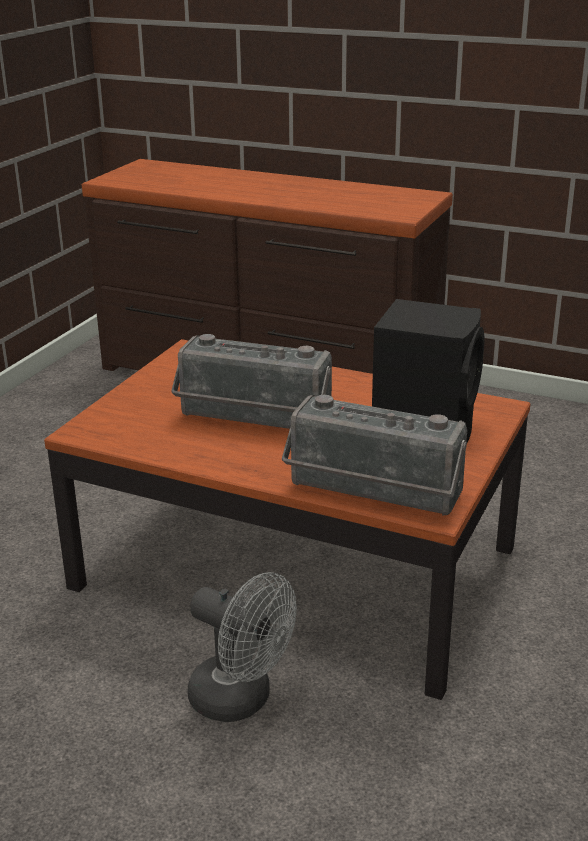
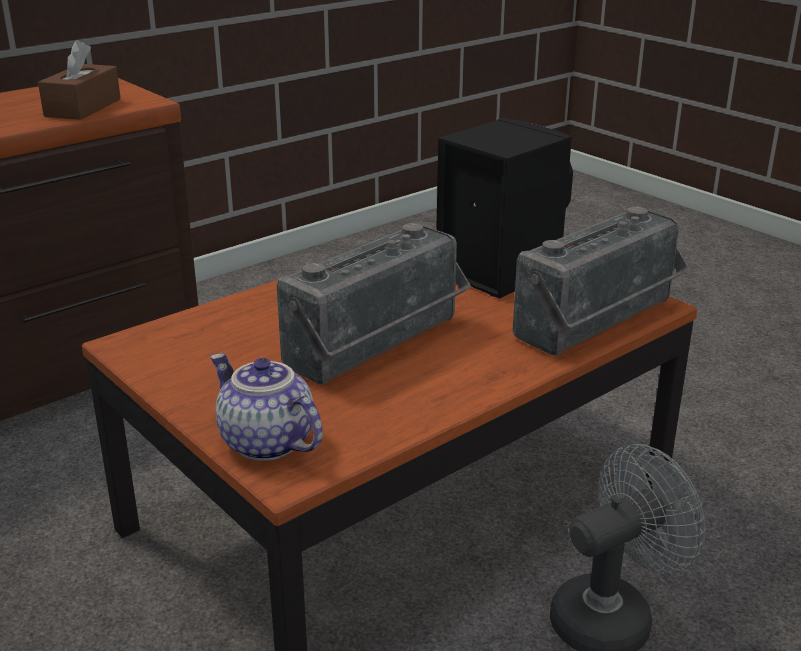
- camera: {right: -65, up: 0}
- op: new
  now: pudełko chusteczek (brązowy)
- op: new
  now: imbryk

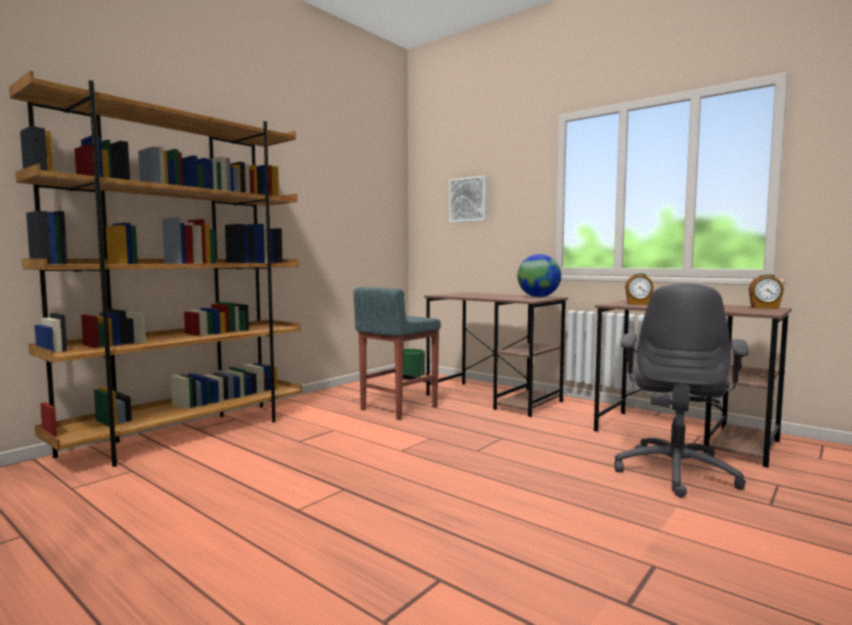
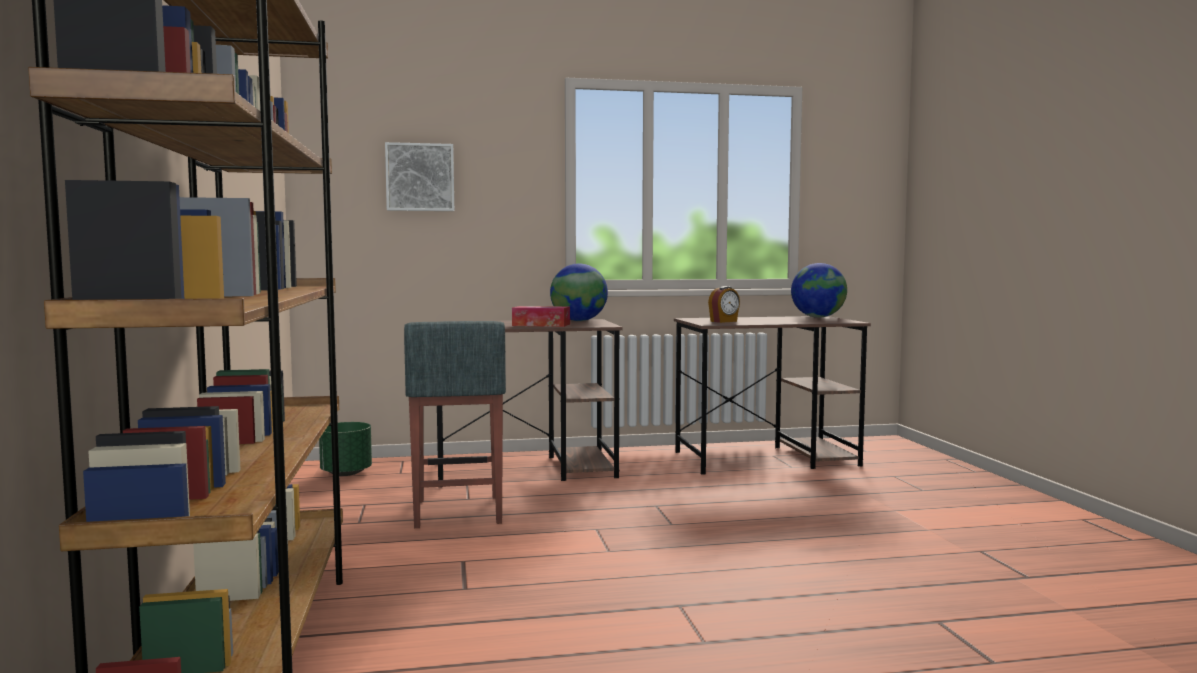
- camera: {right: -50, up: 0}
- op: gone
  was: krzesło biurowe (szary)
- op: new
  now: pudełko chusteczek
- op: swapped
  was: budzik (no. 2 from left)
  now: globus (no. 2 from left)

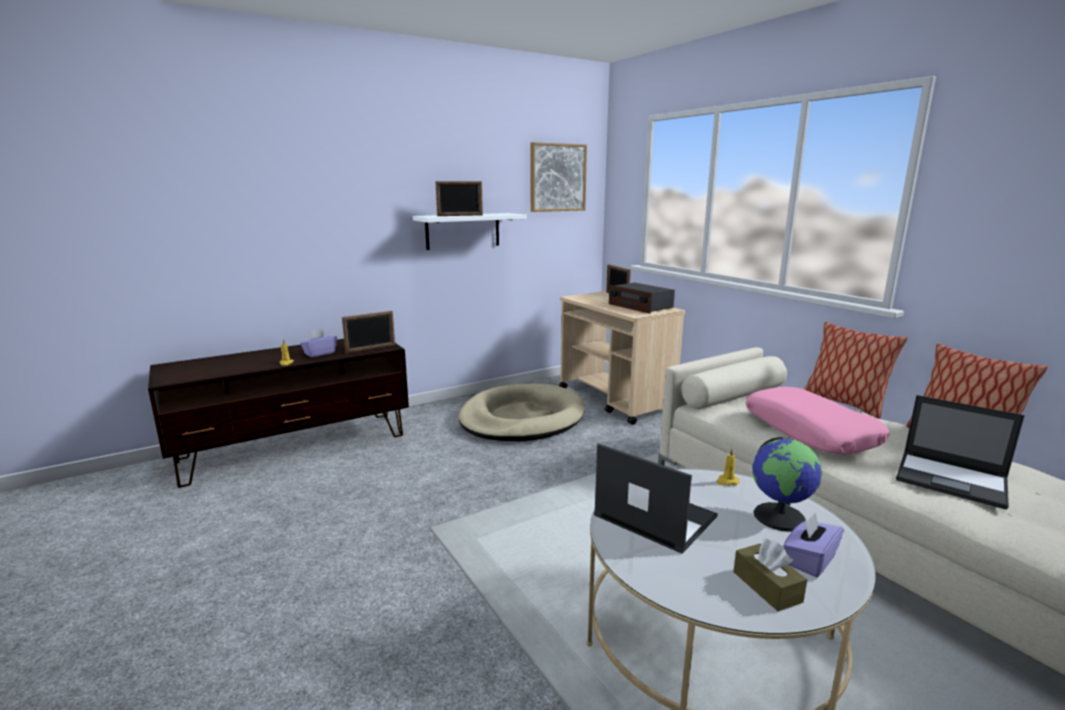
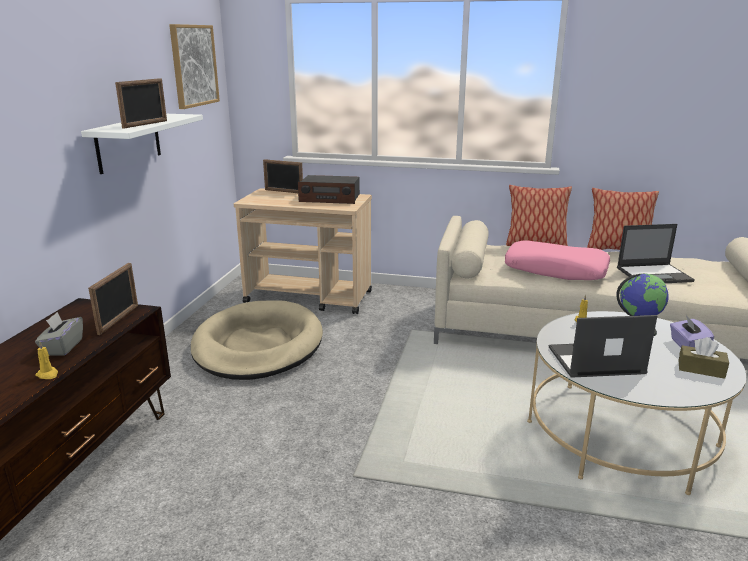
- camera: {right: -45, up: 5}
- op: repainted
  was: pudełko chusteczek (fioletowy) (no. 1 from left)
  now: pudełko chusteczek (szary)

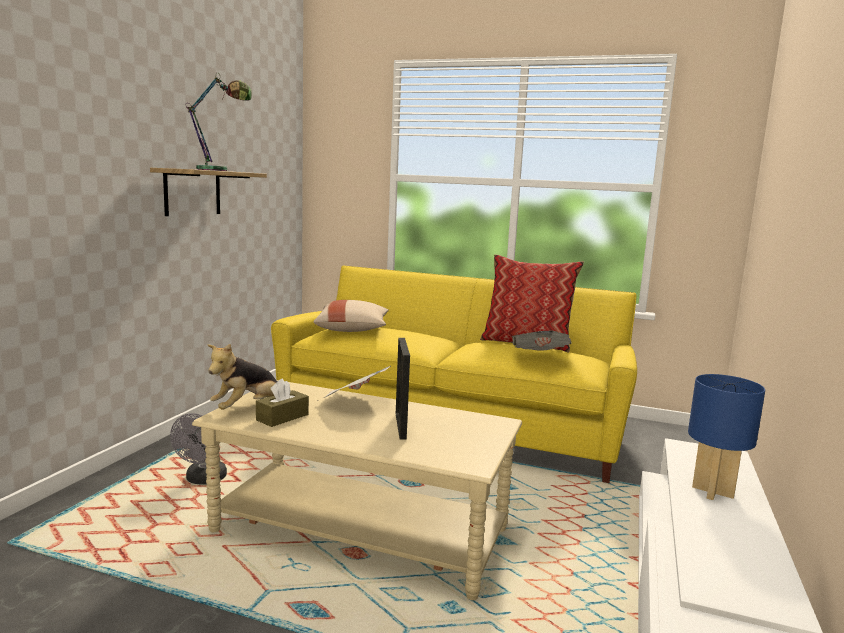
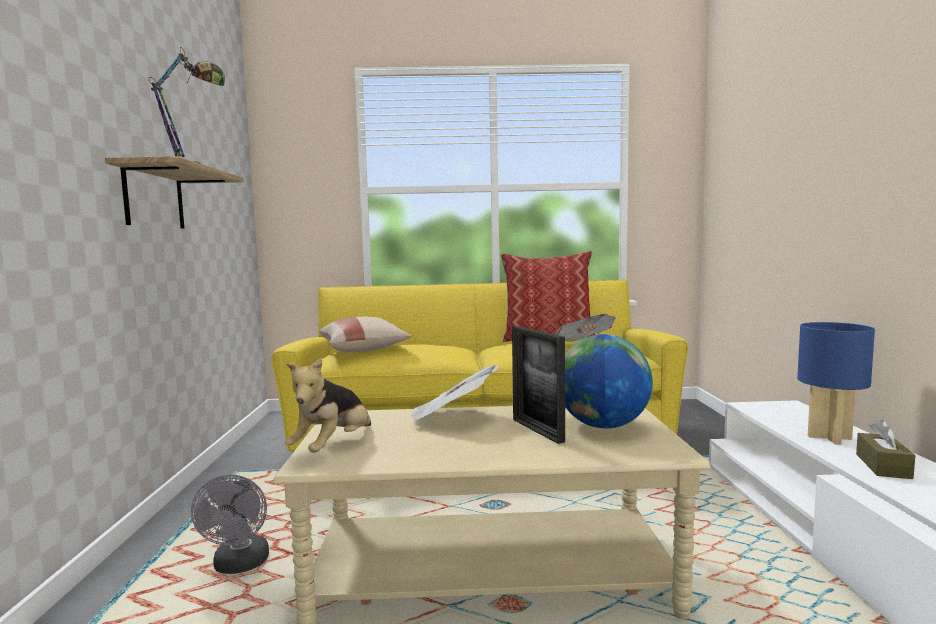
- camera: {right: -20, up: -5}
- op: new
  now: globus
- op: shifted
  was: pudełko chusteczek (brązowy)

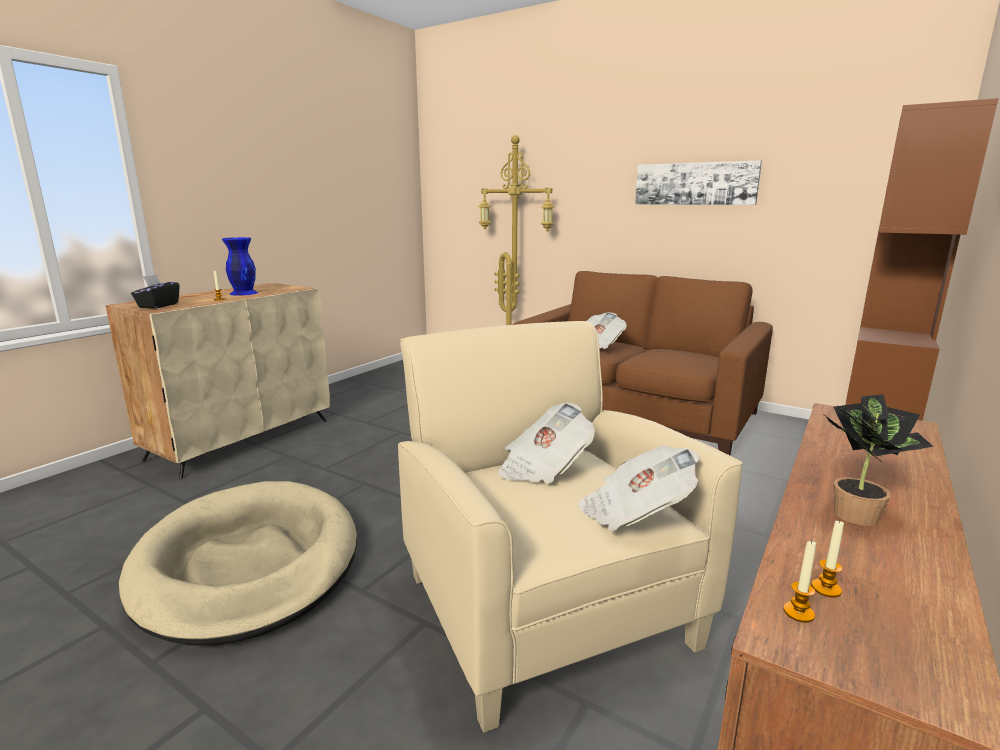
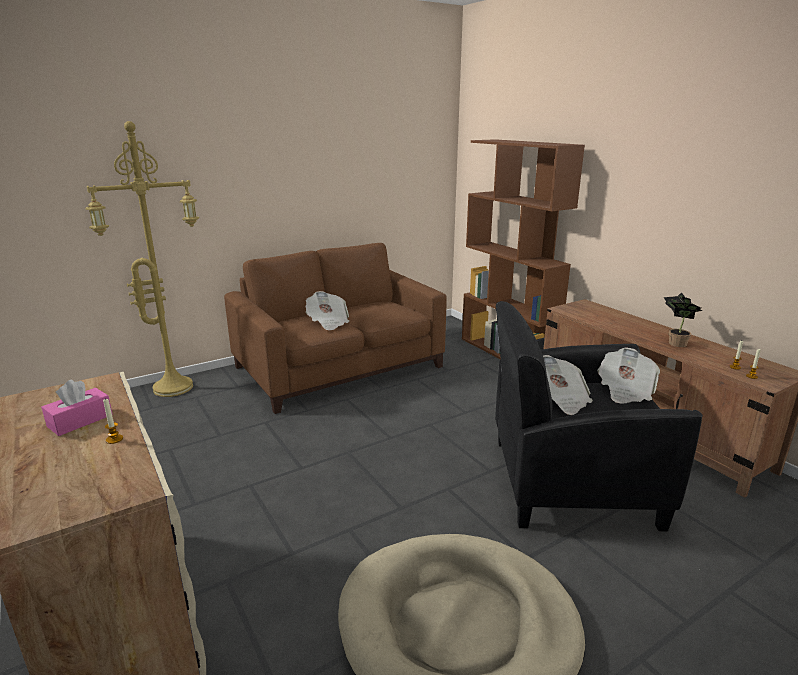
- camera: {right: -65, up: 5}
- op: gone
  was: pudełko chusteczek (czarny)
- op: gone
  was: obraz
- op: swapped
  was: wazon (niebieski)
  now: pudełko chusteczek (różowy)
- op: repainted
  was: fotel (beżowy)
  now: fotel (czarny)

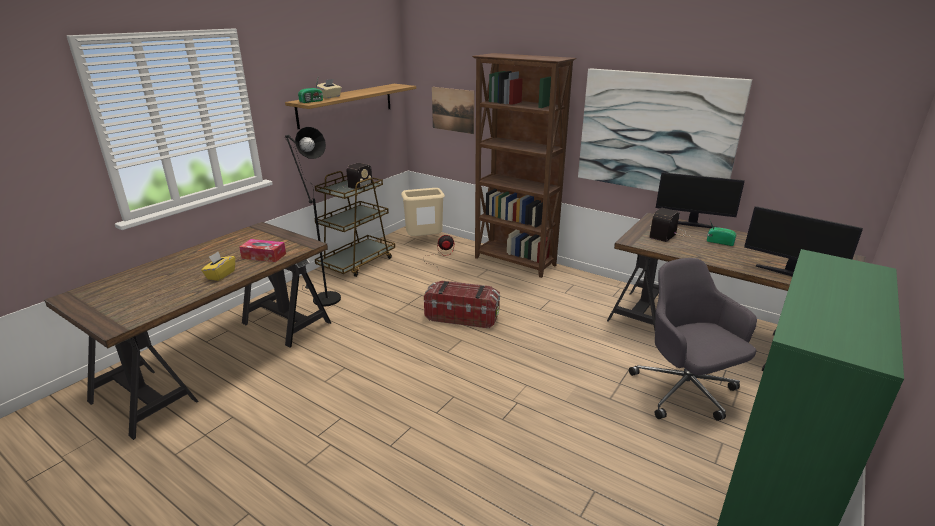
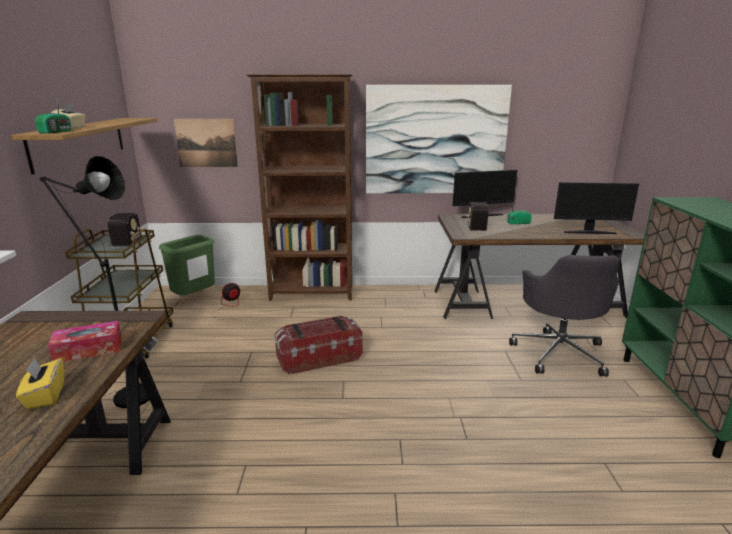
- camera: {right: -35, up: -5}
- op: repainted
  was: kosz na śmieci (beżowy)
  now: kosz na śmieci (zielony)
- op: rotated
  was: krzesło biurowe (szary)
  clockwise: -120

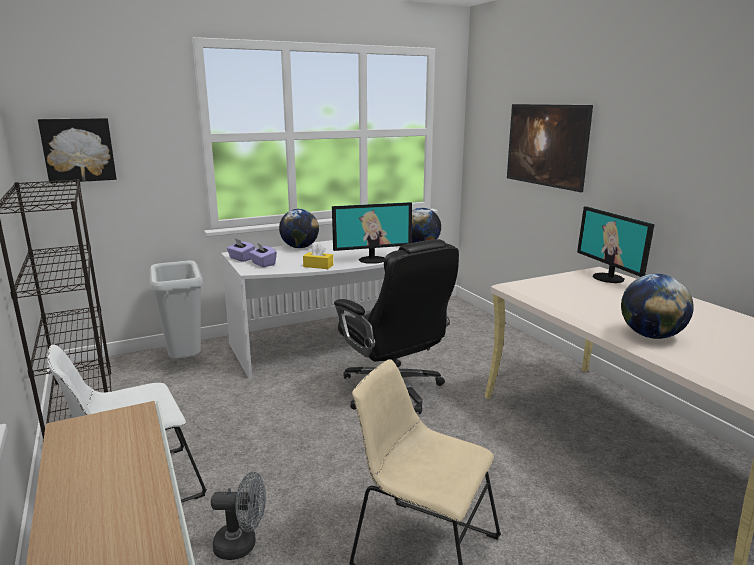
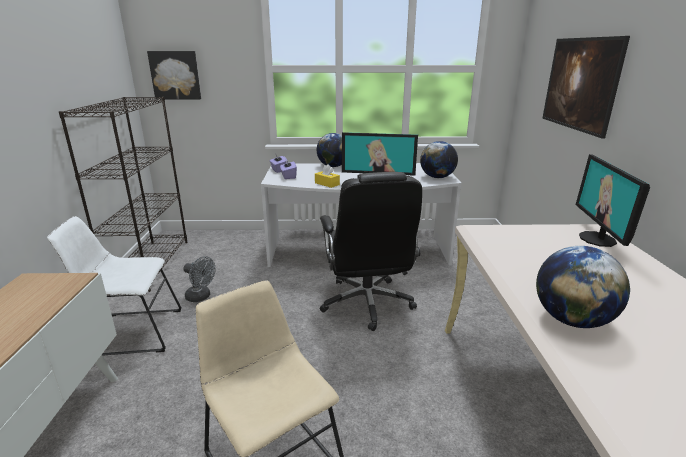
- camera: {right: 25, up: 5}
- op: gone
  was: kosz na śmieci (szary)
- op: shifted
  was: wentylator (szary)

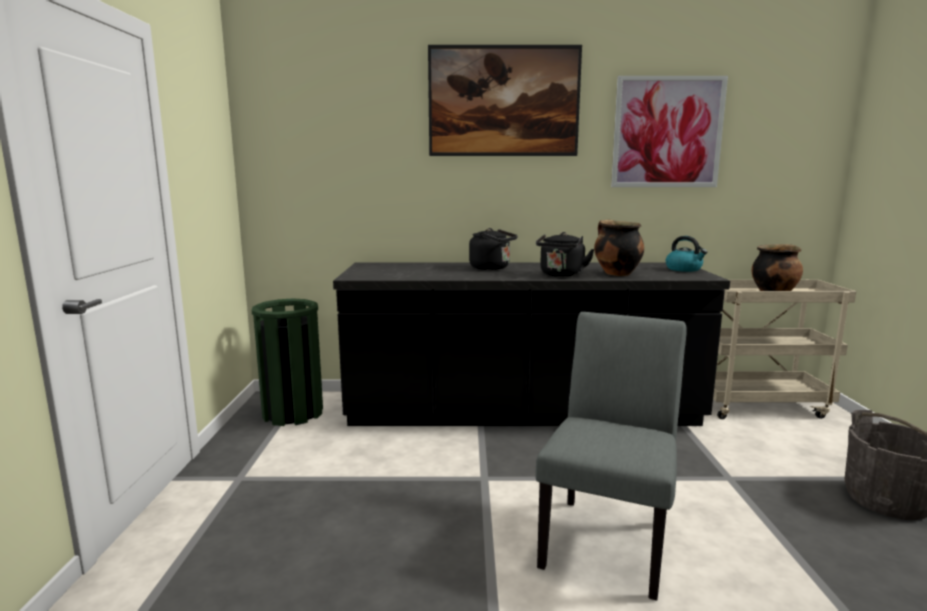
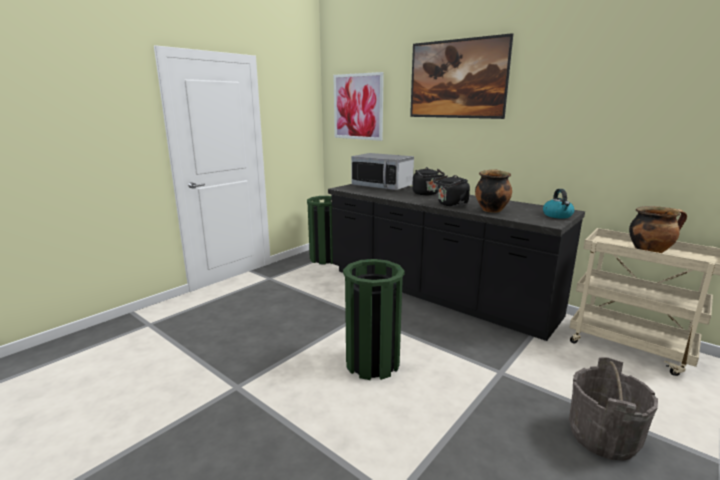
- camera: {right: 40, up: 5}
- op: new
  now: mikrofalówka
- op: shifted
  was: obraz (no. 2 from left in the first image)
  now: obraz (no. 1 from left)
- op: swapped
  was: krzesło (szary)
  now: kosz na śmieci (zielony) (no. 2 from left)

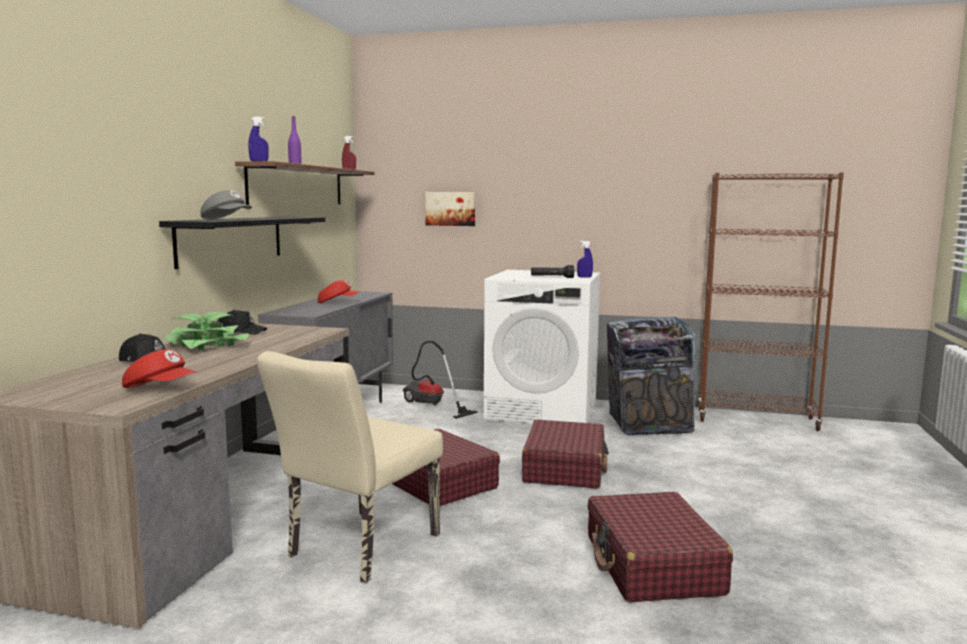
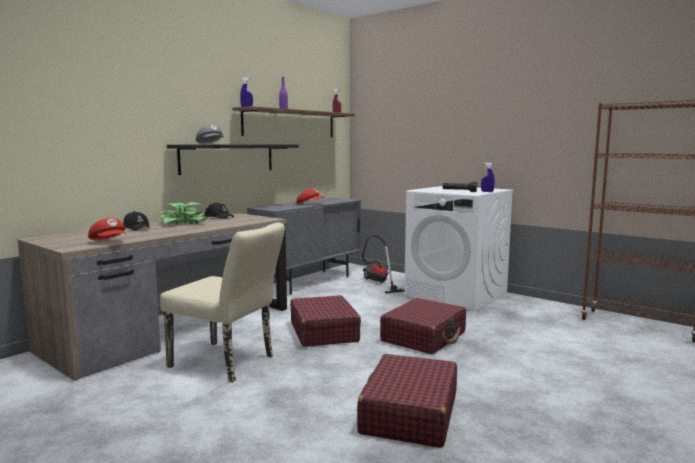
- camera: {right: 25, up: 0}
- op: gone
  was: obraz
- op: gone
  was: kosz na śmieci
- op: rotated
  was: krzesło (beżowy)
  clockwise: -120

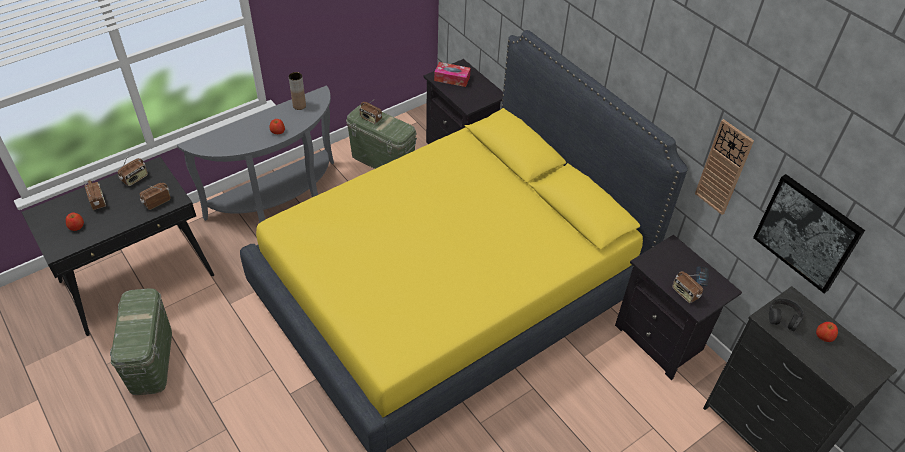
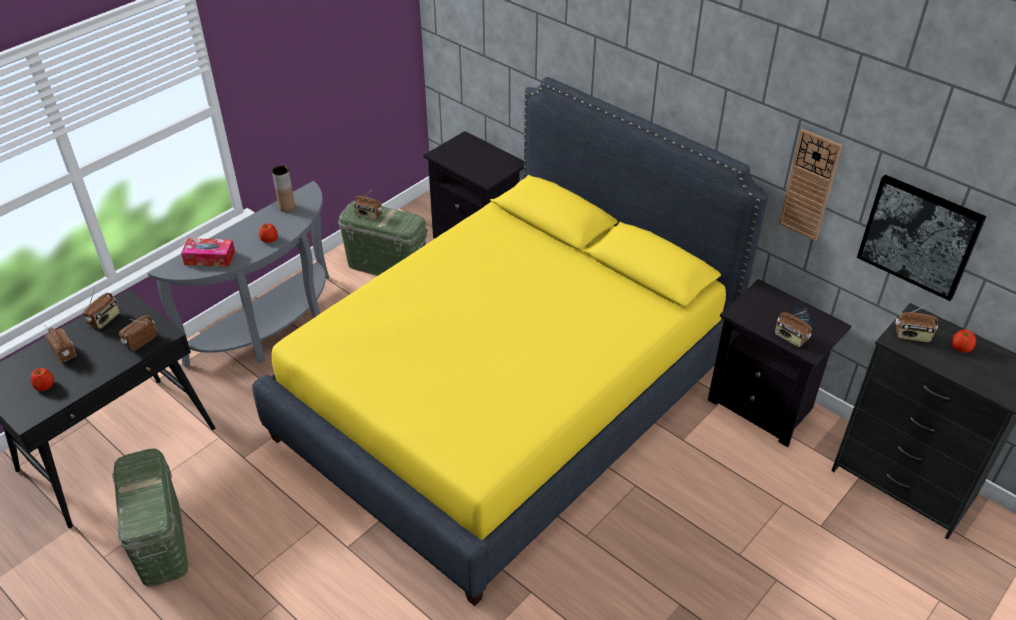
- camera: {right: -10, up: -5}
- op: shifted
  was: pudełko chusteczek
- op: swapped
  was: słuchawki (czarny)
  now: radio (no. 6 from left)

